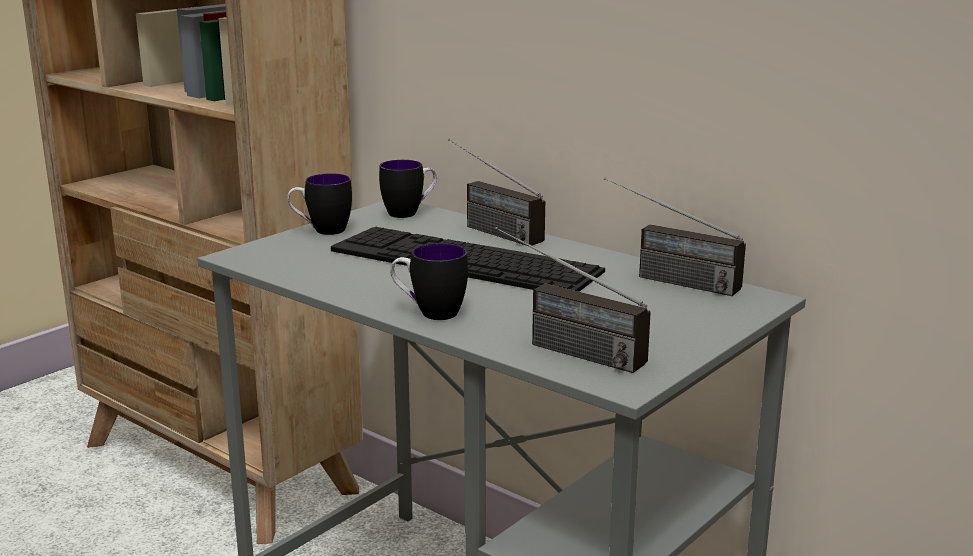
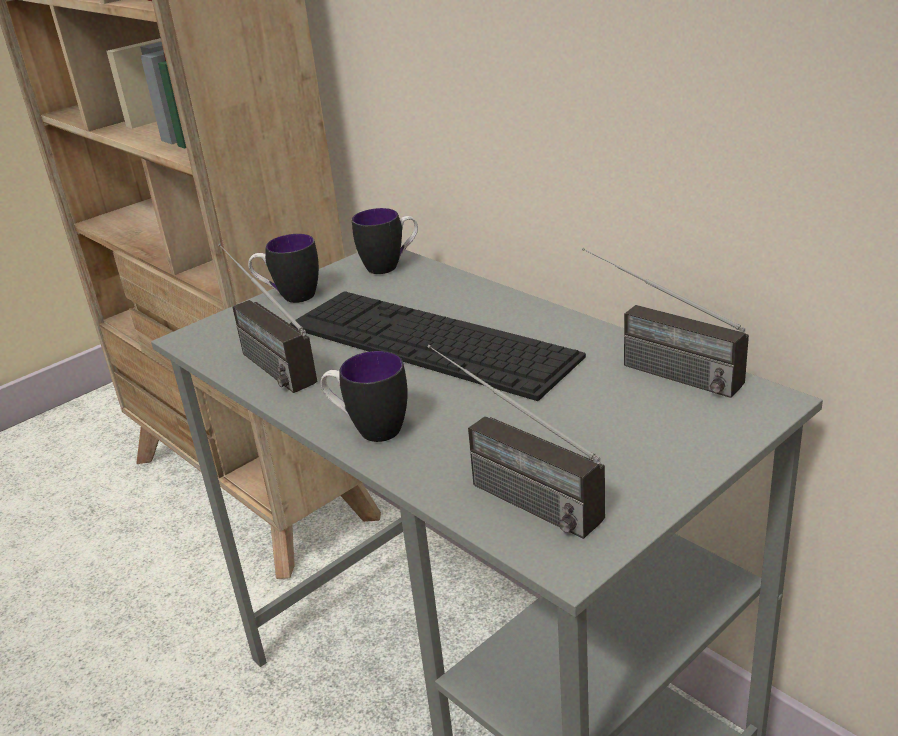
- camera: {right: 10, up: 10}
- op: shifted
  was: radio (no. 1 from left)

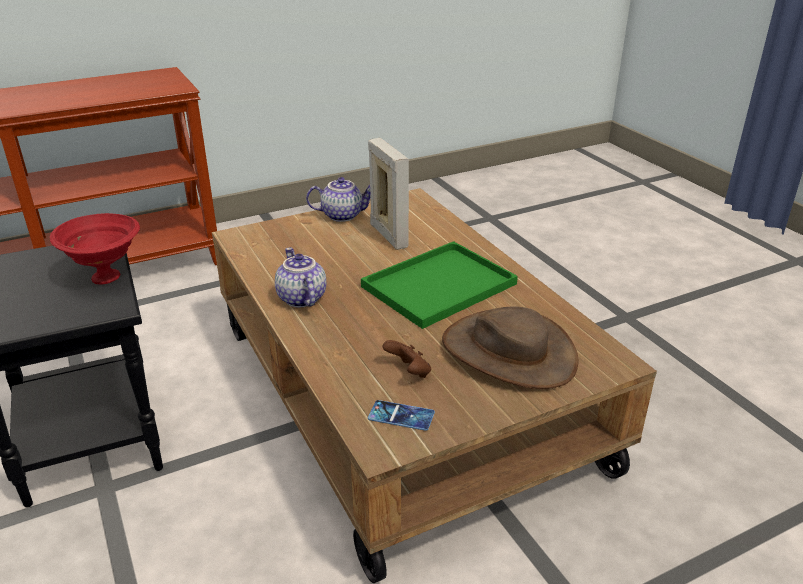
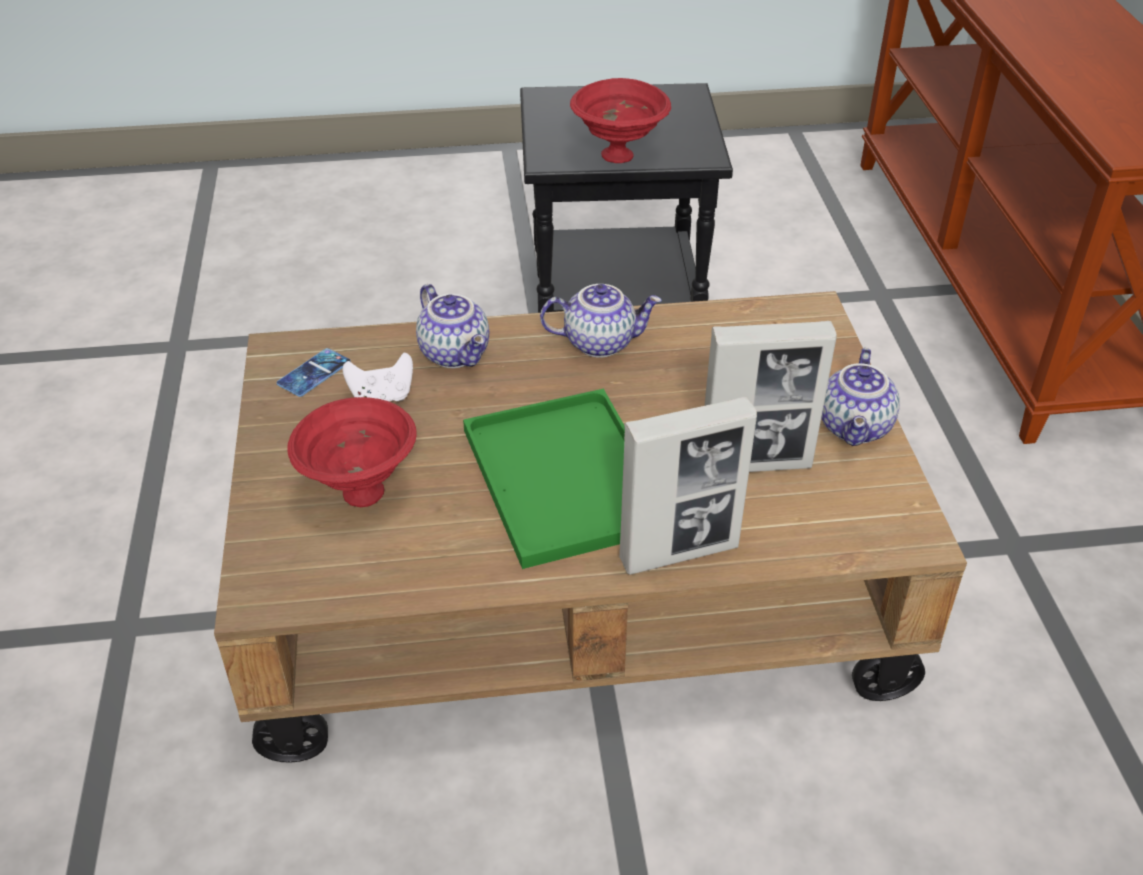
- camera: {right: 110, up: 10}
- op: new
  now: imbryk (no. 1 from left)
- op: new
  now: ramka na zdjęcie (no. 1 from left)
- op: swapped
  was: kapelusz (brązowy)
  now: miska (czerwony) (no. 1 from left)
- op: repainted
  was: pad do gier (brązowy)
  now: pad do gier (biały)

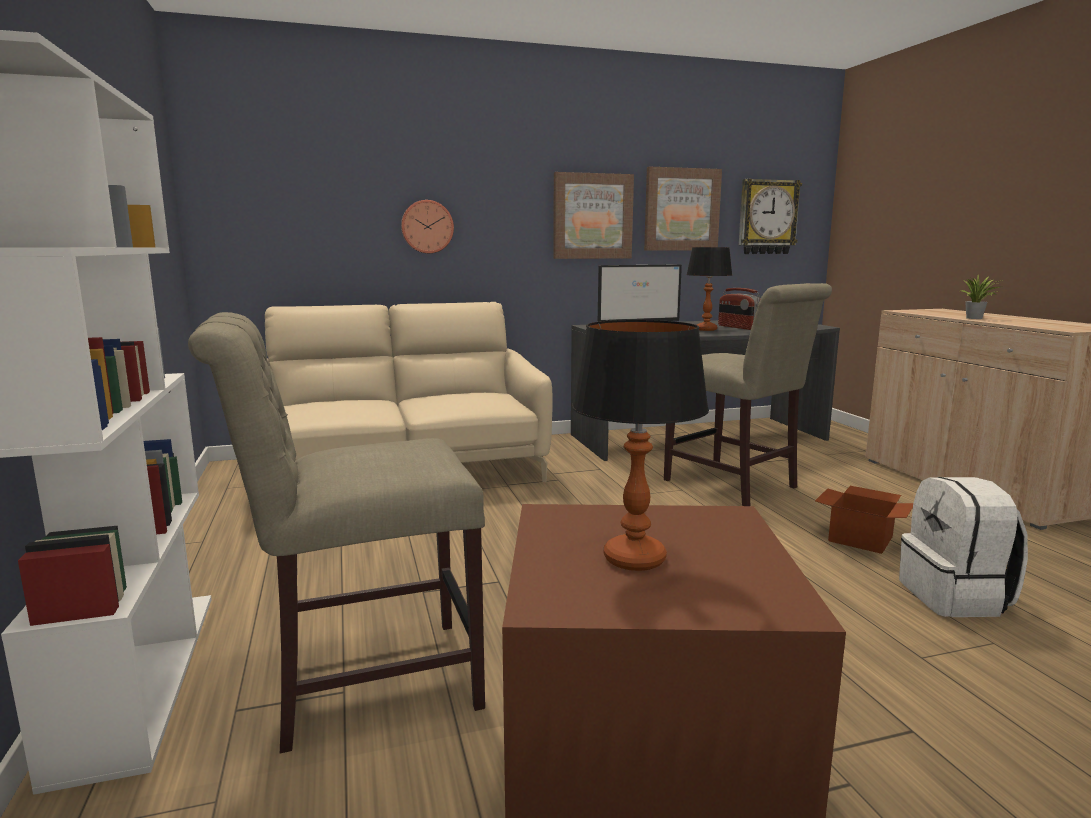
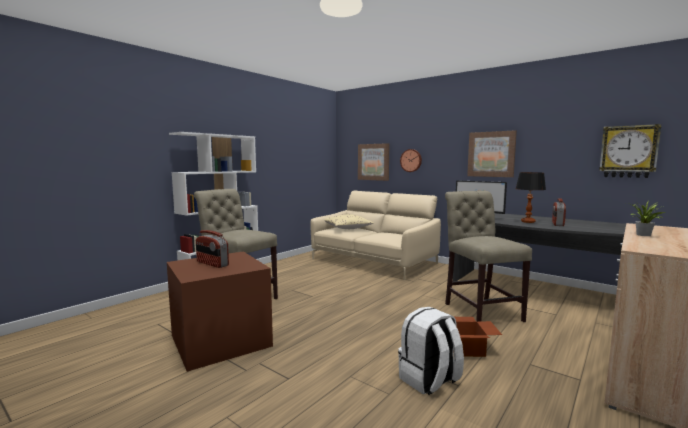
- camera: {right: 55, up: -5}
- op: new
  now: poduszka (beżowy)
- op: shifted
  was: obraz (no. 2 from left in the first image)
  now: obraz (no. 1 from left)
- op: swapped
  was: lampa stołowa (no. 1 from left)
  now: radio (no. 1 from left)
- op: rotated
  was: krzesło (beżowy) (no. 2 from left)
  clockwise: 150

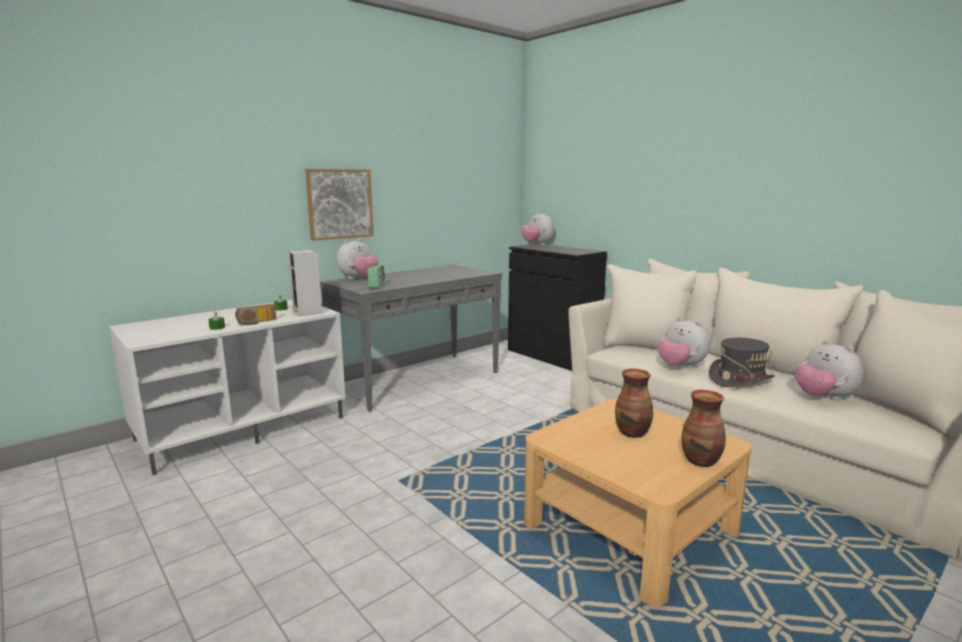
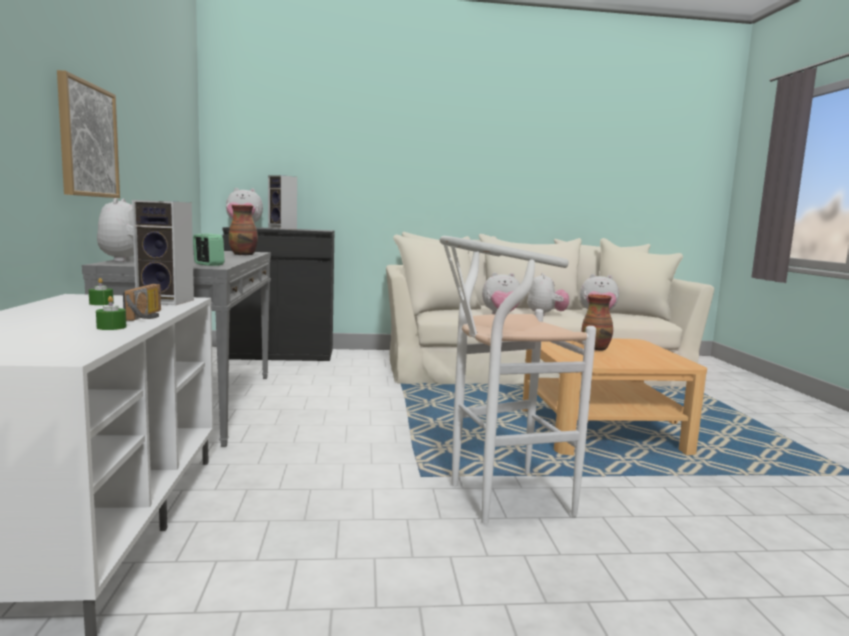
- camera: {right: -55, up: -5}
- op: new
  now: głośnik (no. 2 from left)
- op: new
  now: stołek (biały)
- op: shifted
  was: wazon (no. 2 from left in the first image)
  now: wazon (no. 1 from left)
- op: swapped
  was: kapelusz (szary)
  now: pluszak (no. 4 from left)

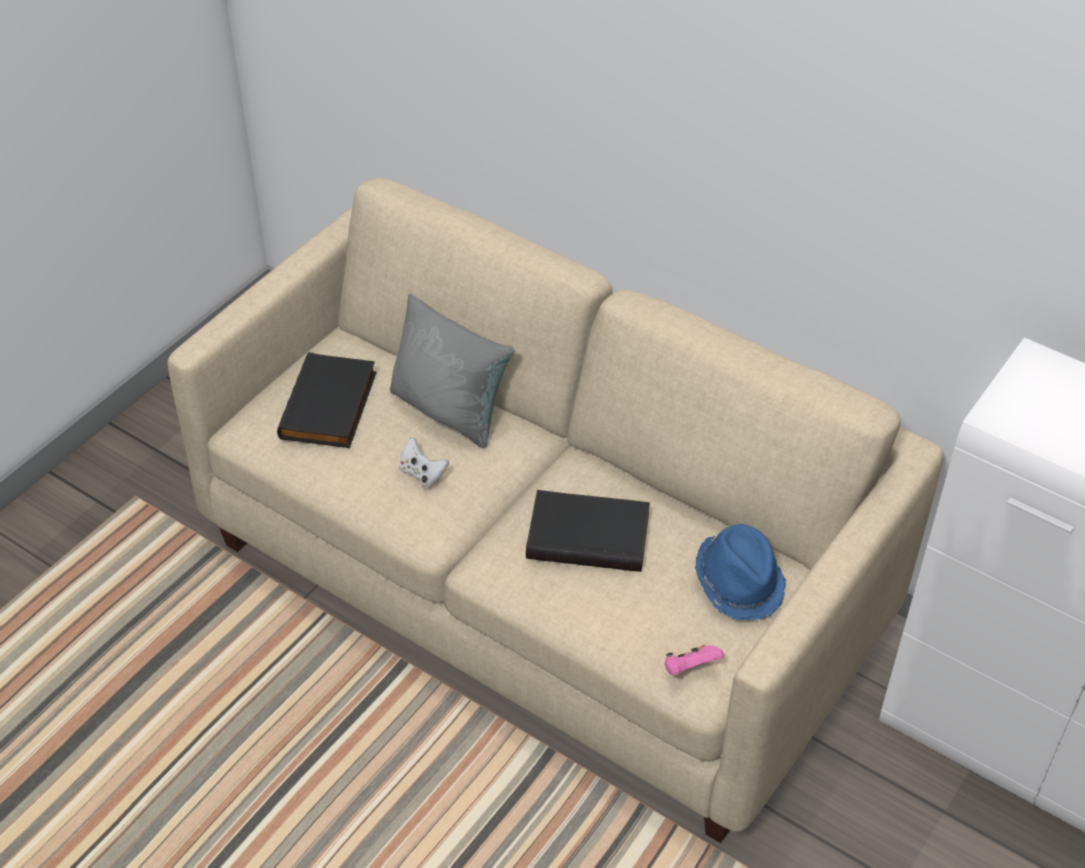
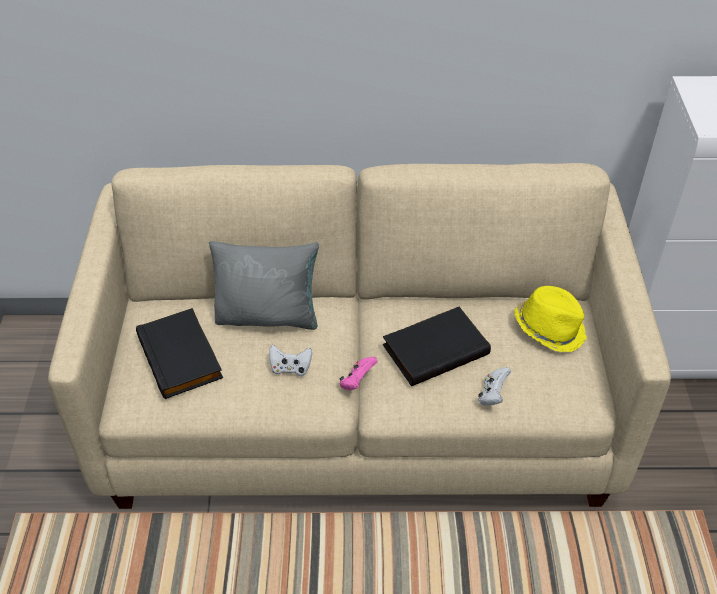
- camera: {right: -35, up: 0}
- op: new
  now: pad do gier (biały) (no. 2 from left)
- op: shifted
  was: pad do gier (różowy)
- op: repainted
  was: kapelusz (niebieski)
  now: kapelusz (żółty)

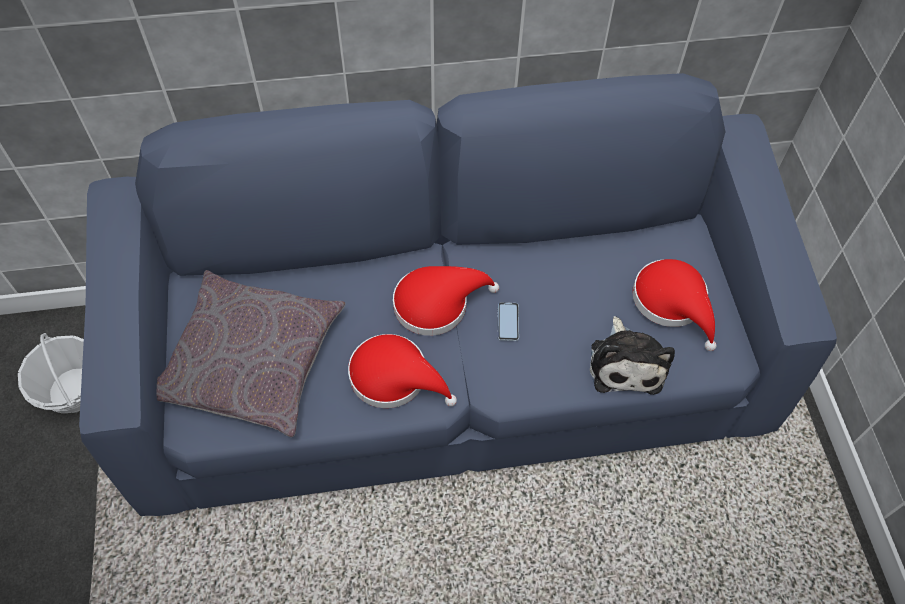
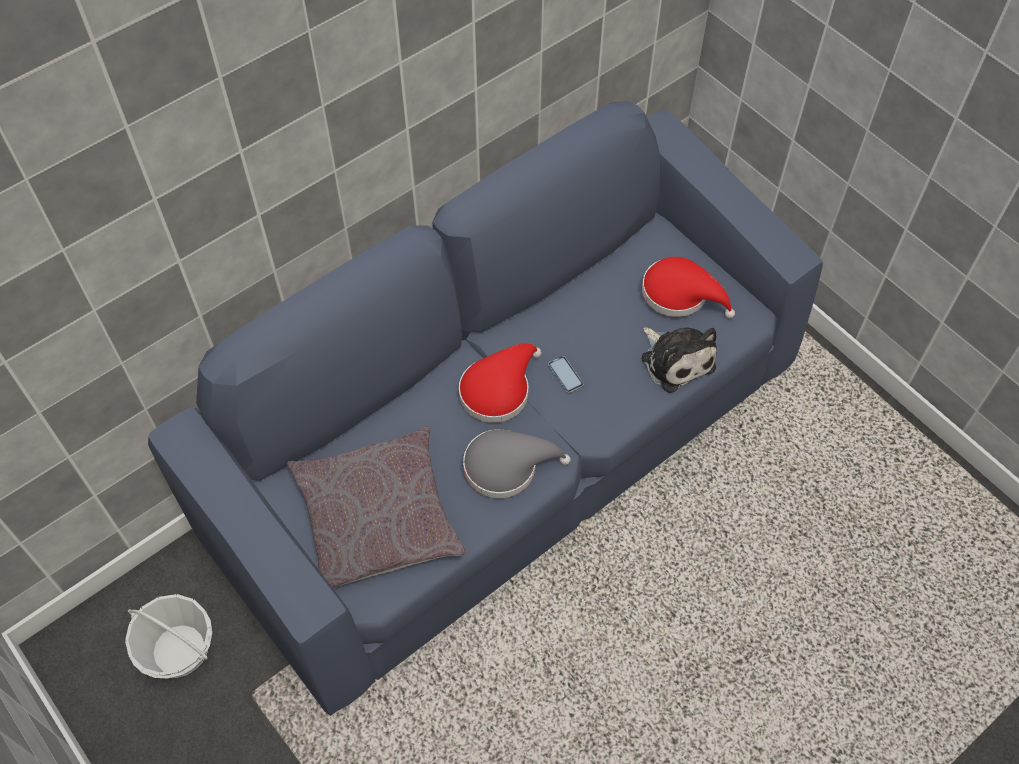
- camera: {right: -30, up: 0}
- op: repainted
  was: kapelusz (czerwony) (no. 1 from left)
  now: kapelusz (szary)

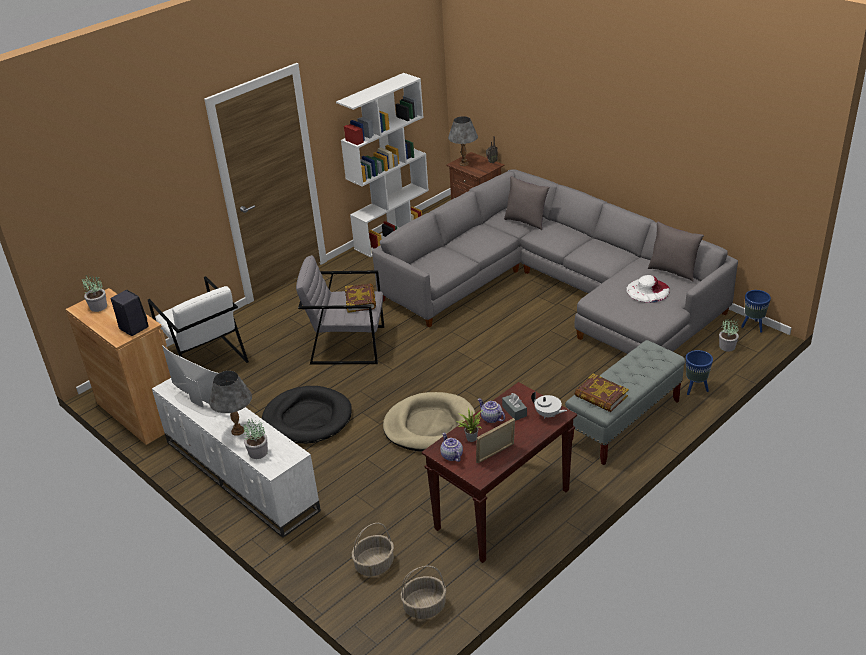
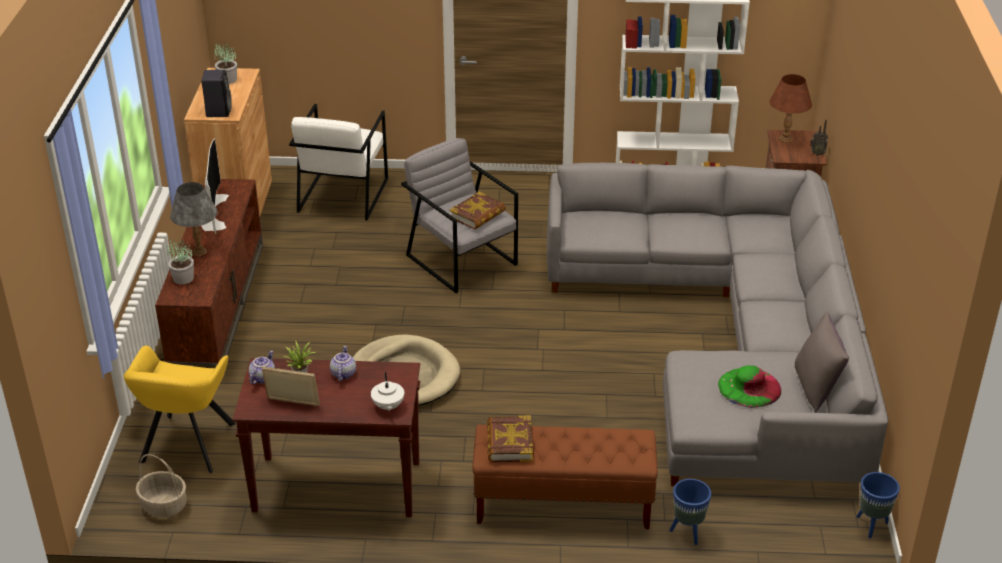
- camera: {right: 45, up: 0}
- op: gone
  was: legowisko (czarny)
- op: gone
  was: pudełko chusteczek (szary)
- op: gone
  was: poduszka (szary) (no. 1 from left)
- op: gone
  was: roślina doniczkowa (no. 4 from left)
- op: swapped
  was: koszyk (no. 1 from left)
  now: fotel (żółty)
- op: repainted
  was: szafka pod telewizor (biały)
  now: szafka pod telewizor (brązowy)
- op: repainted
  was: lampa stołowa (szary) (no. 2 from left)
  now: lampa stołowa (brązowy)
- op: repainted
  was: ławka (szary)
  now: ławka (brązowy)
- op: repainted
  was: kapelusz (biały)
  now: kapelusz (zielony)

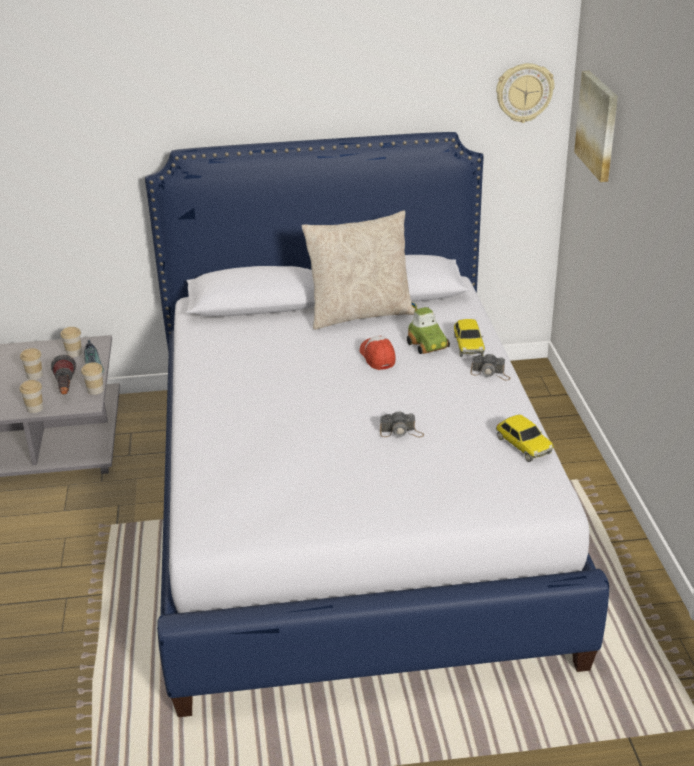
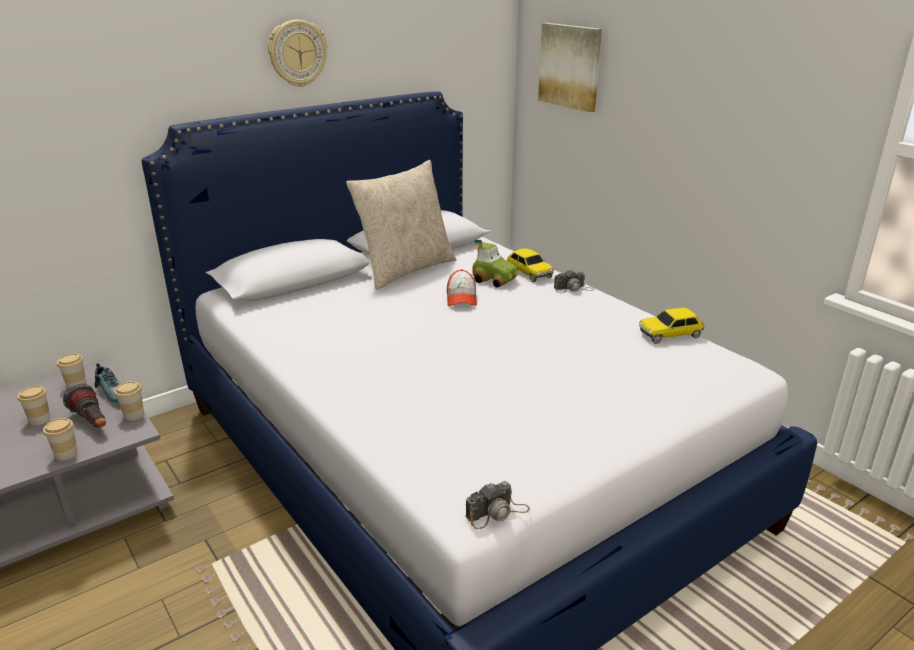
- camera: {right: -30, up: -5}
- op: shifted
  was: aparat fotograficzny (no. 1 from left)
- op: shifted
  was: zegar ścienny
- op: rotated
  was: czapka z daszkiem
  clockwise: -135
- op: rotated
  was: samochodzik (no. 3 from left)
  clockwise: 135

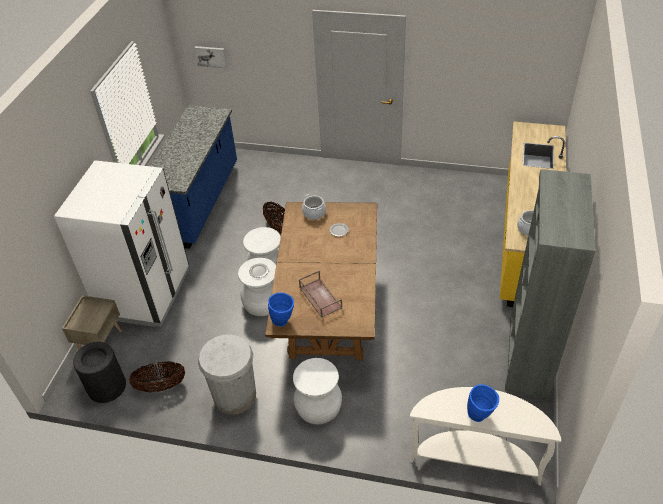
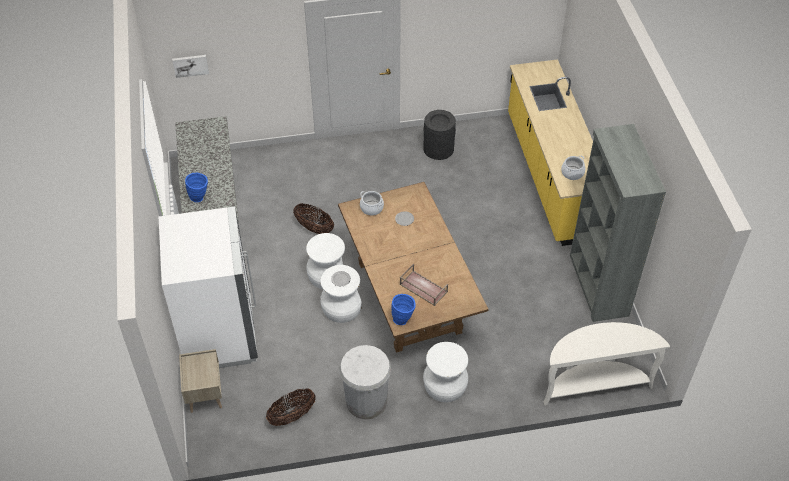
- camera: {right: -25, up: 5}
- op: shifted
  was: kosz na śmieci (czarny)
- op: shifted
  was: wazon (niebieski) (no. 2 from left in the first image)
  now: wazon (niebieski) (no. 1 from left)

